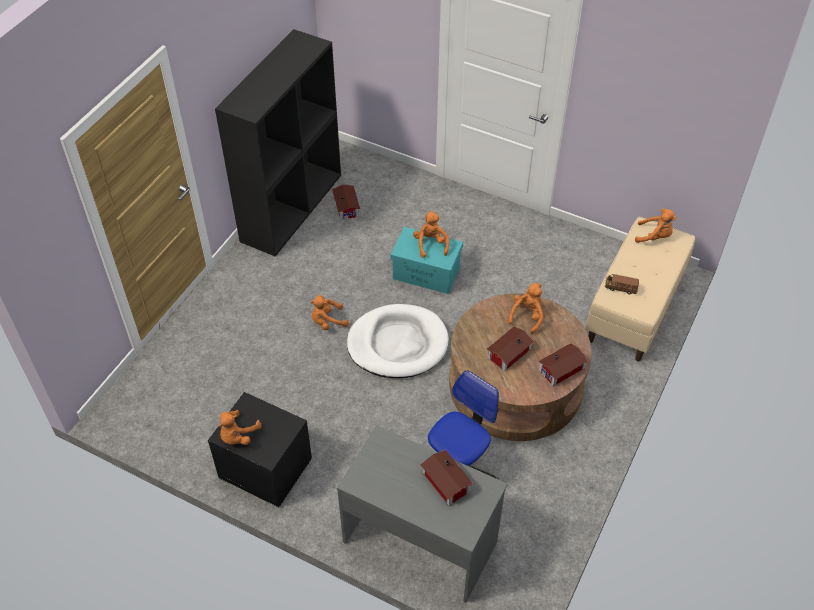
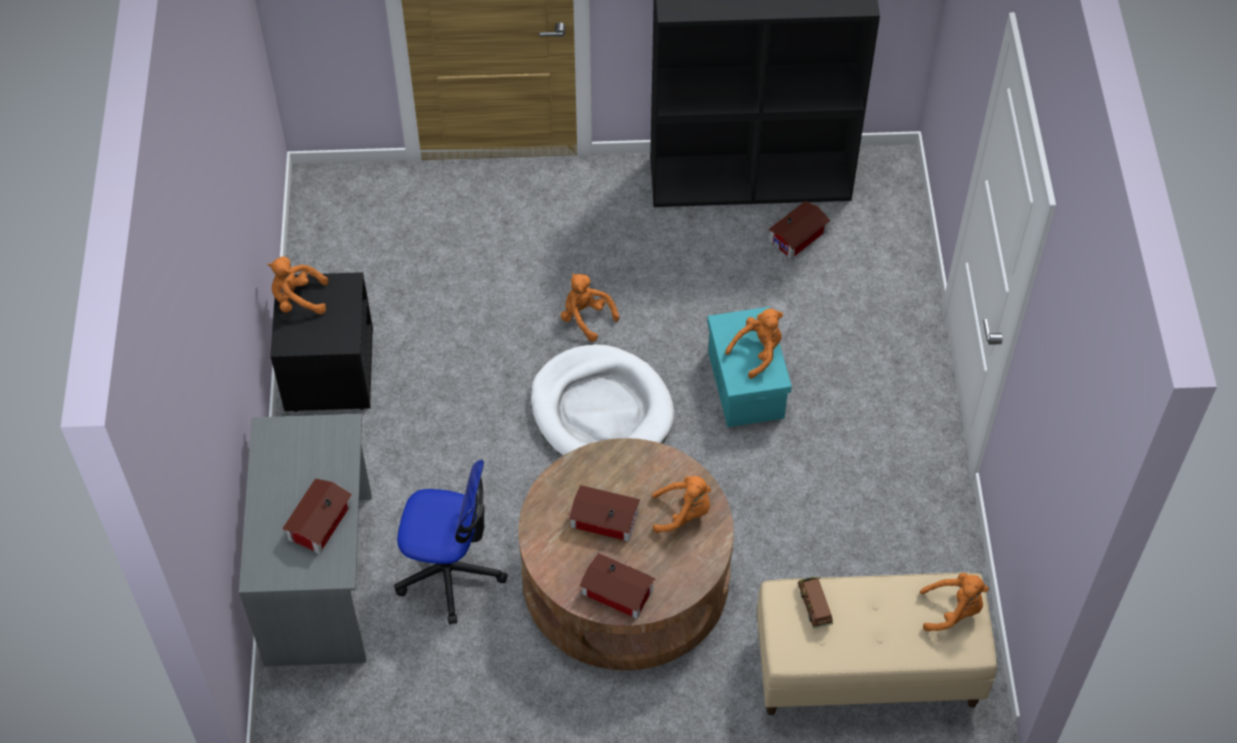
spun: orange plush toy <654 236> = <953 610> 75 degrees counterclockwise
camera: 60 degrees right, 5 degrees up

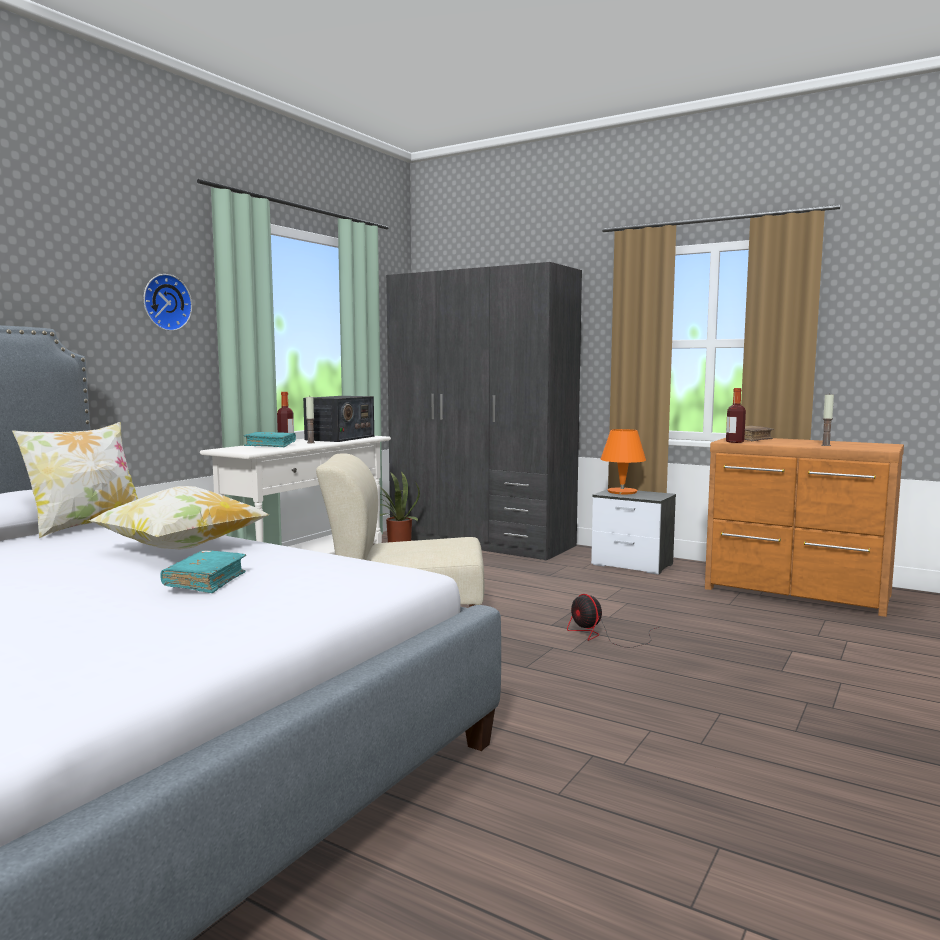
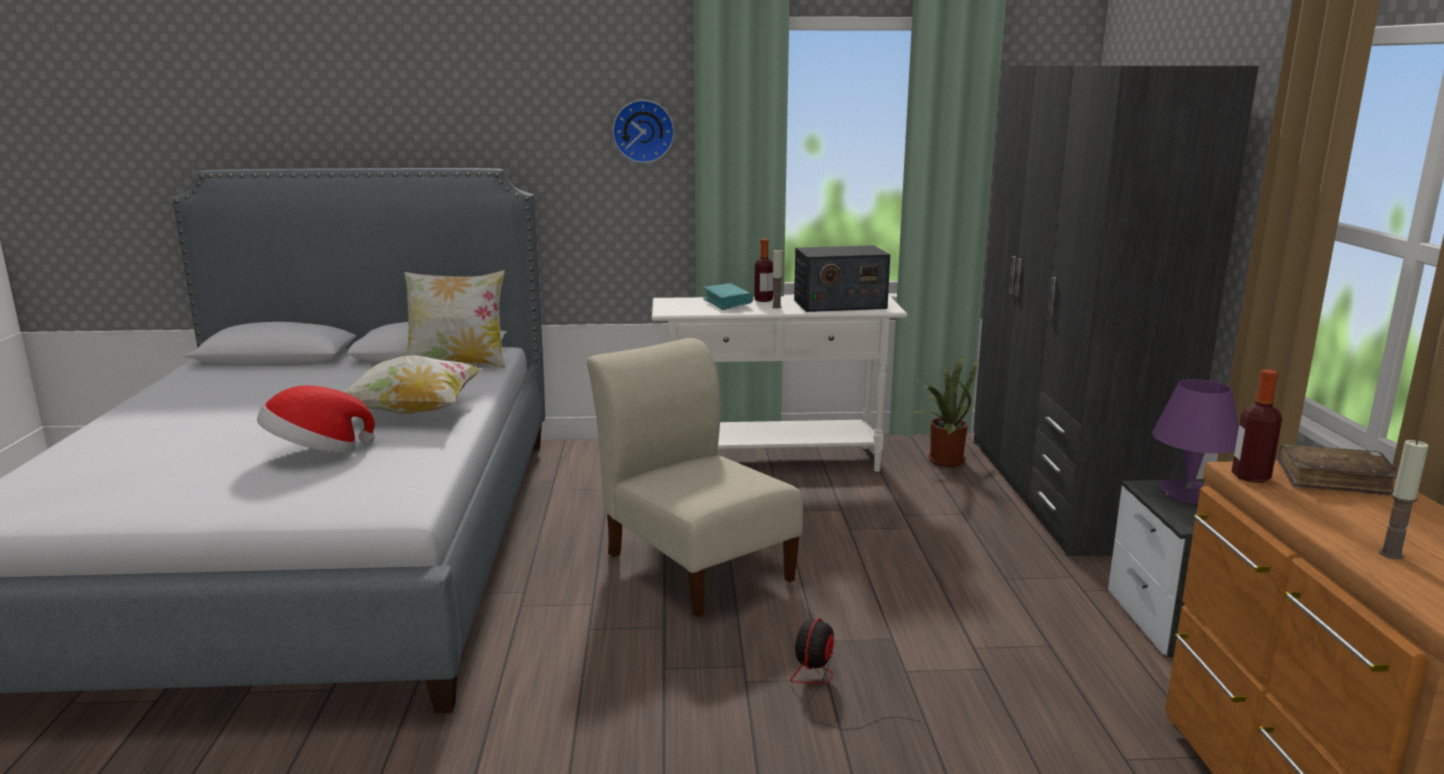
exchanged: turquoise-coloured volume <205 581> to hat <316 453>
colour: orange lamp for a table <622 492> to purple-coloured lamp for a table <1187 493>
camera: 55 degrees right, 10 degrees up

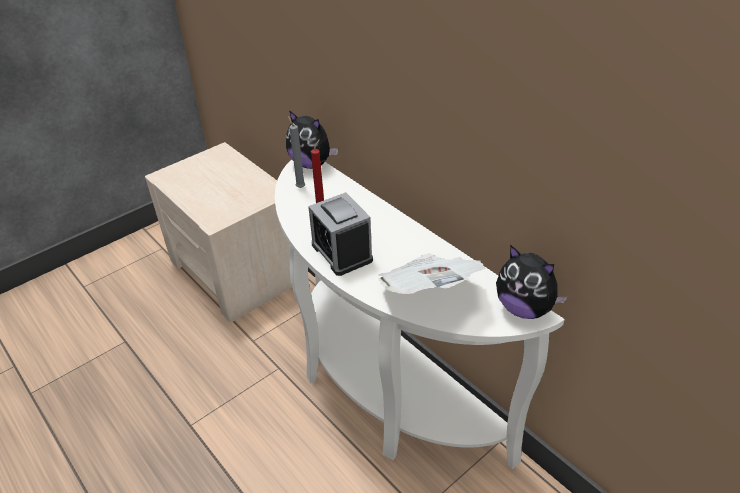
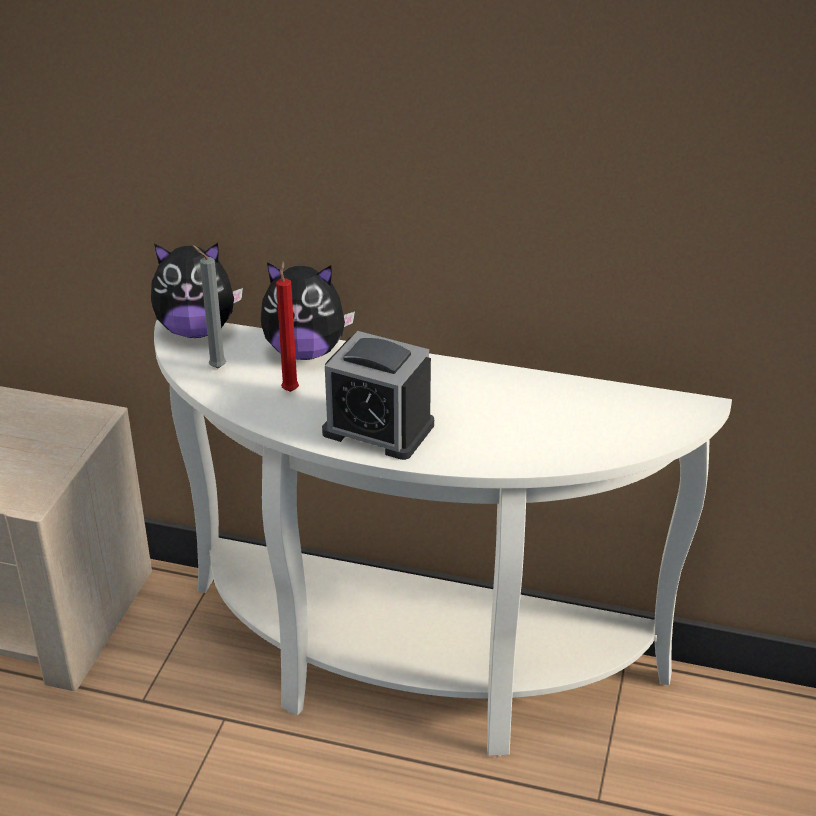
missing: printed paper <428 292>
relocated: plush toy <524 308> to <305 352>
camera: 35 degrees left, 5 degrees down

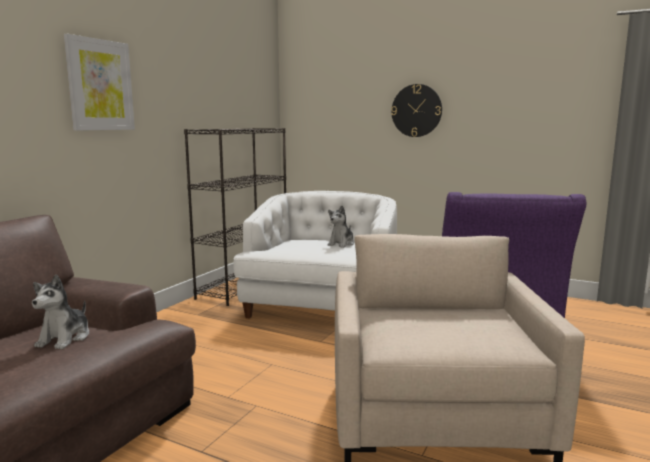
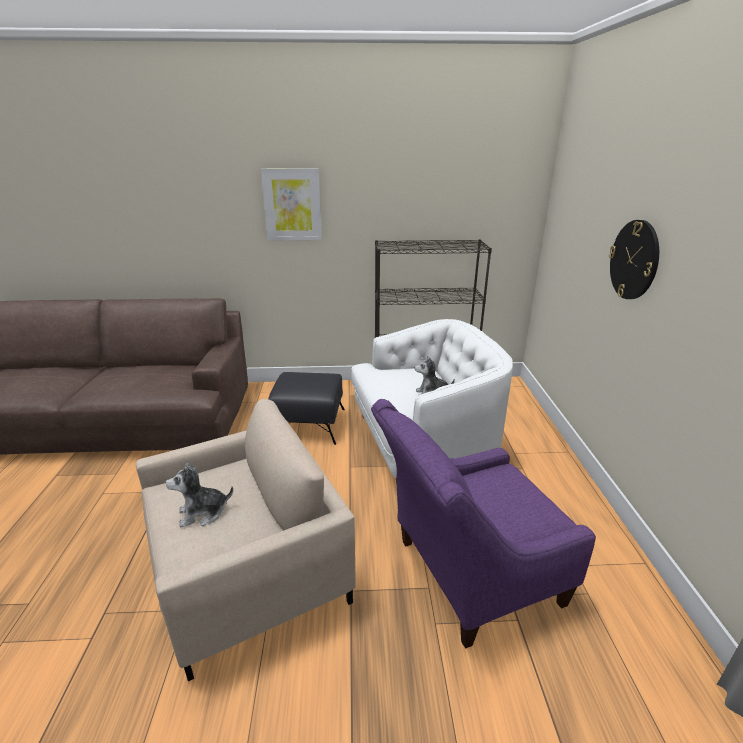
appeared: black ottoman <309 424>
relocated: plush toy <65 338> to <203 513>
camera: 60 degrees right, 15 degrees up

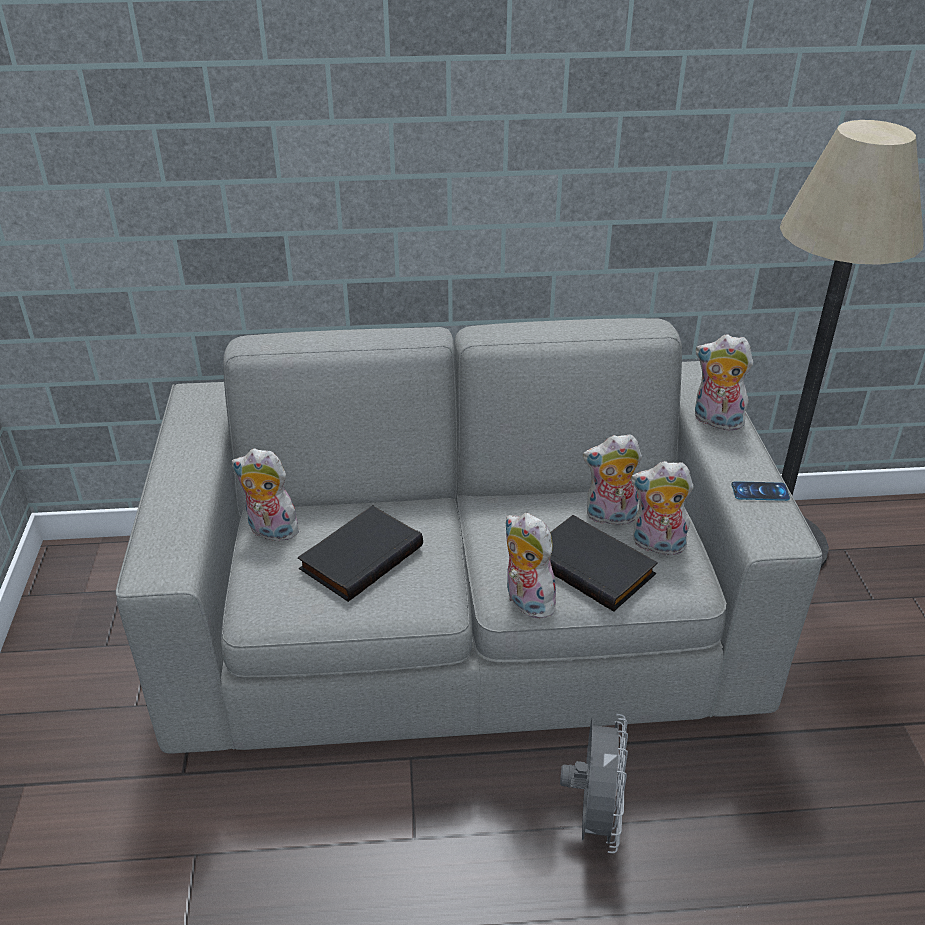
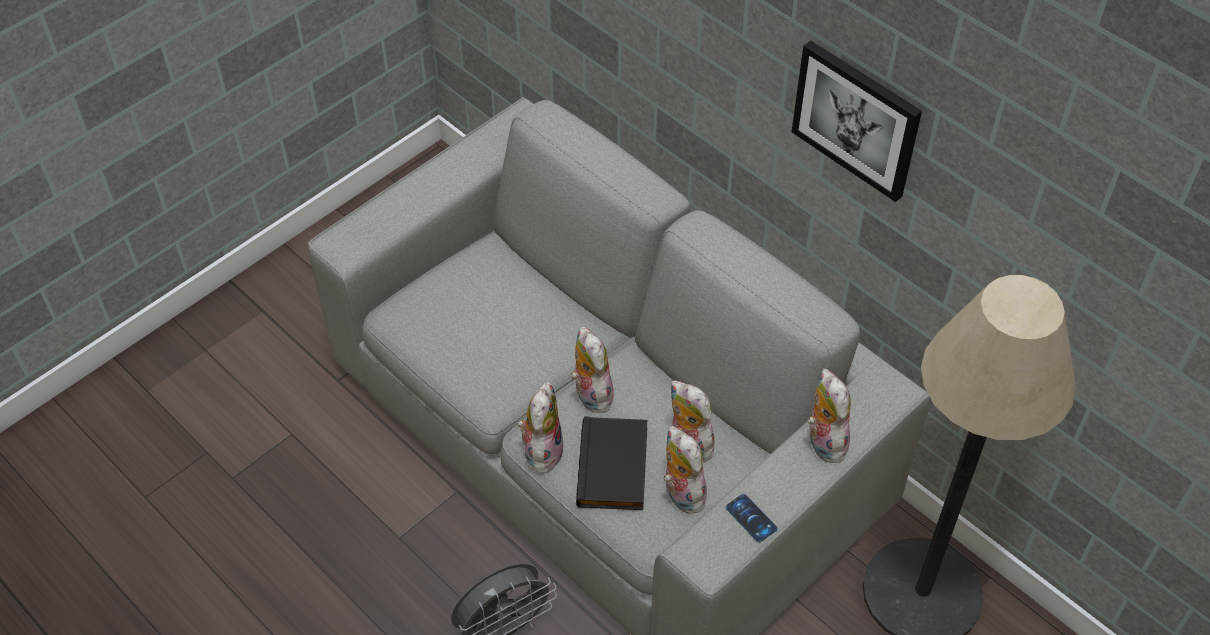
missing: black volume <360 556>
appeared: wall art <857 119>
relocated: plush toy <270 532> to <590 394>
camera: 50 degrees right, 15 degrees up

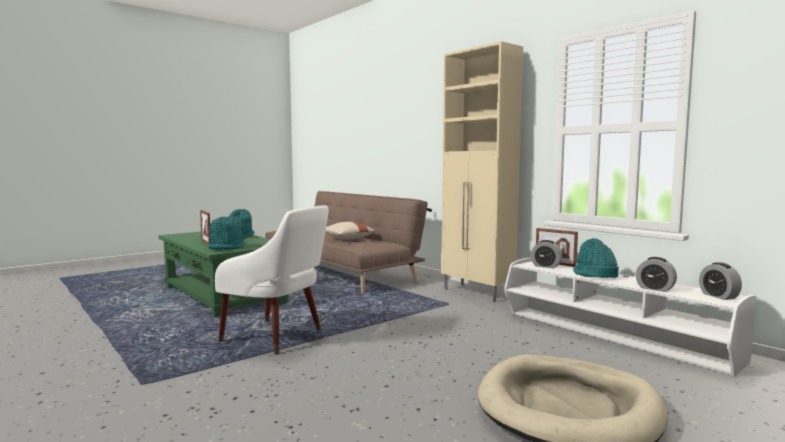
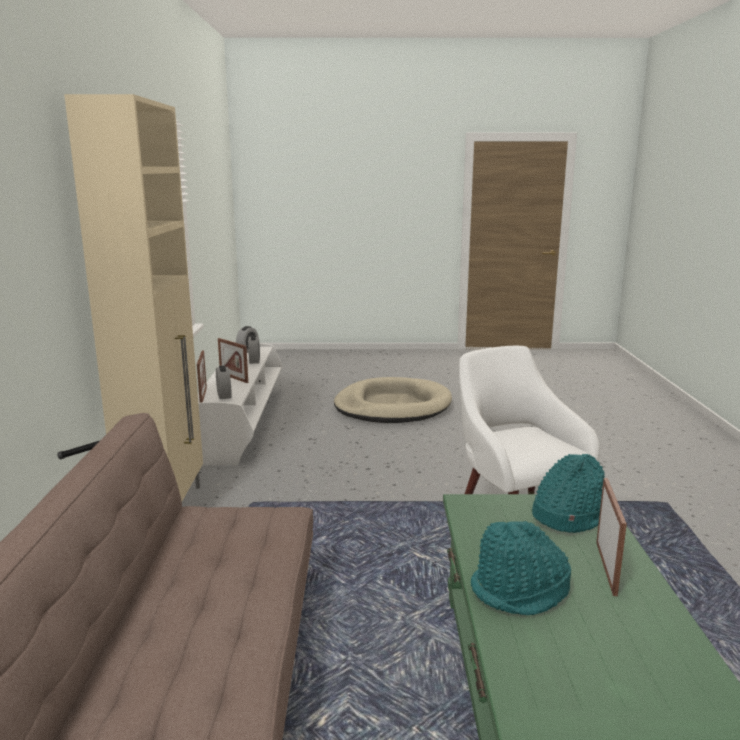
missing: beige-coloured cushion <346 239>
exchanged: turquoise-coloured hat <594 275> to standing frame <233 378>
camera: 140 degrees left, 10 degrees up

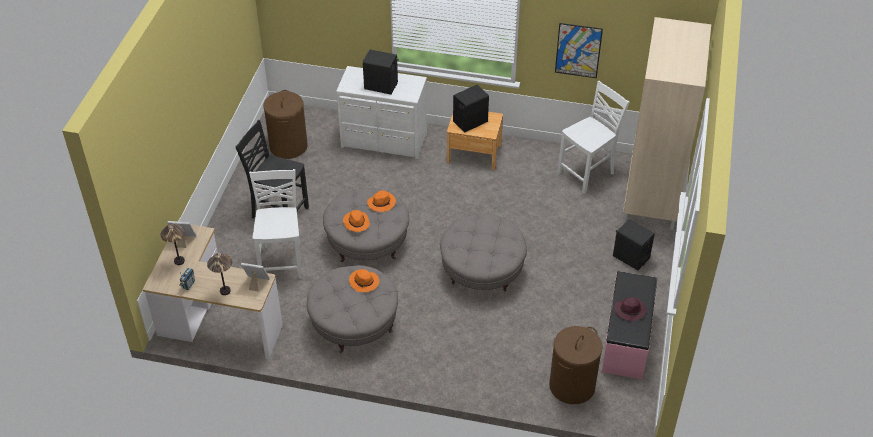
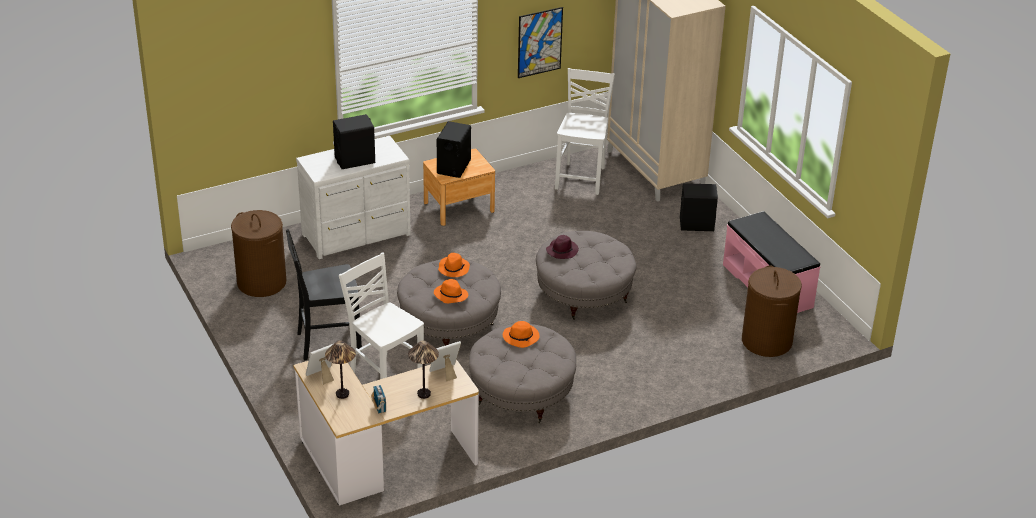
relocated: purple-coloured hat <630 310> to <562 250>
camera: 40 degrees left, 10 degrees down

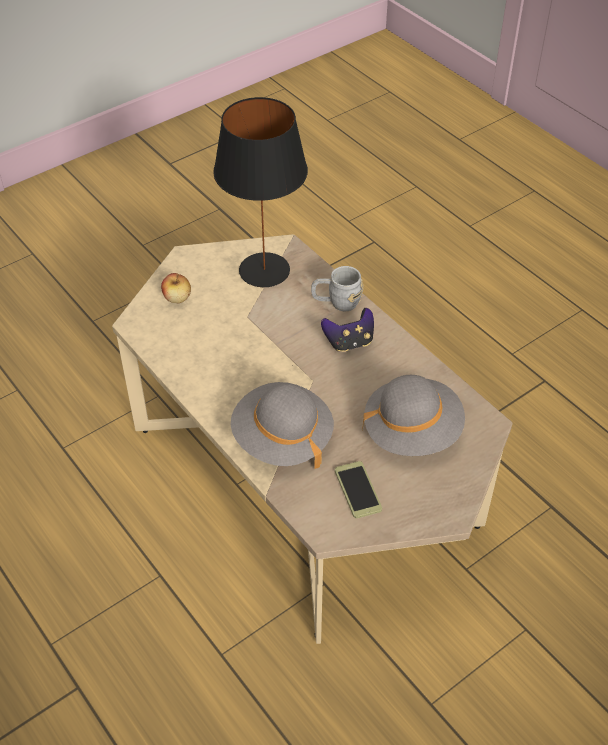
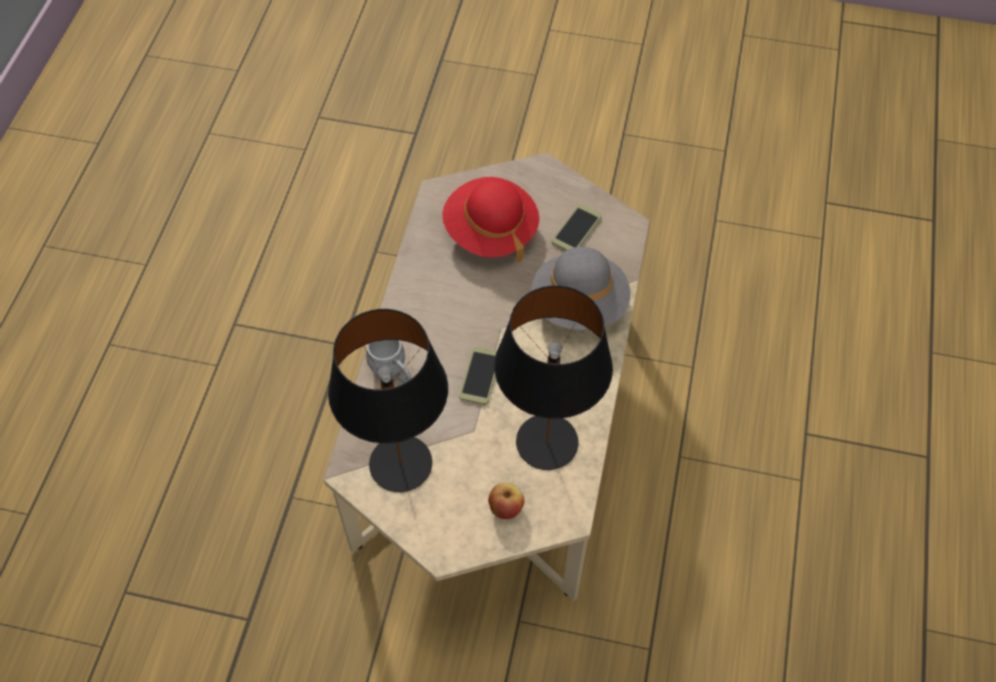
missing: gamepad <349 342>
appeared: handset <480 376>; black lamp for a table <548 442>
colour: greyish hat <412 431> to red-coloured hat <490 231>
camera: 130 degrees left, 10 degrees up

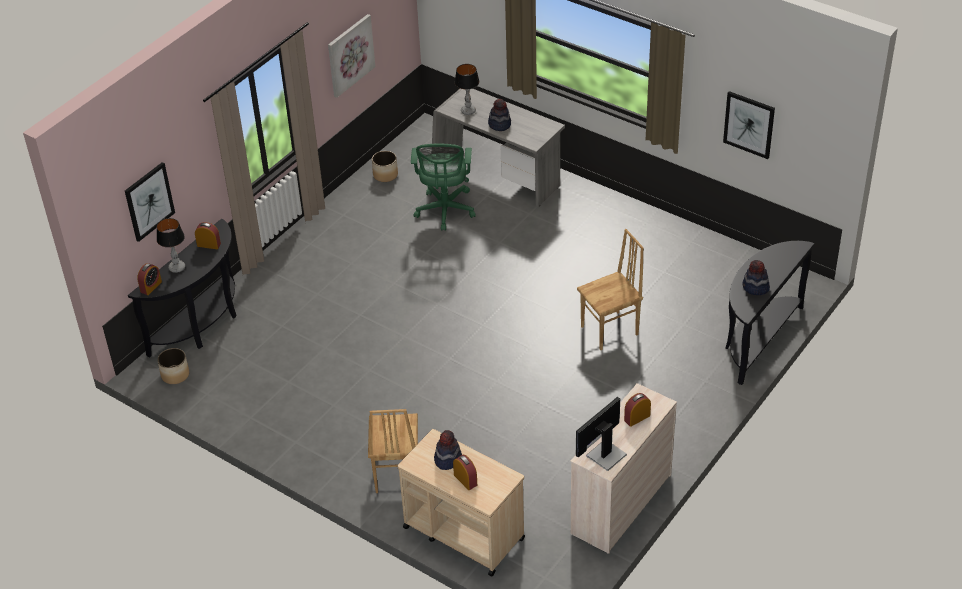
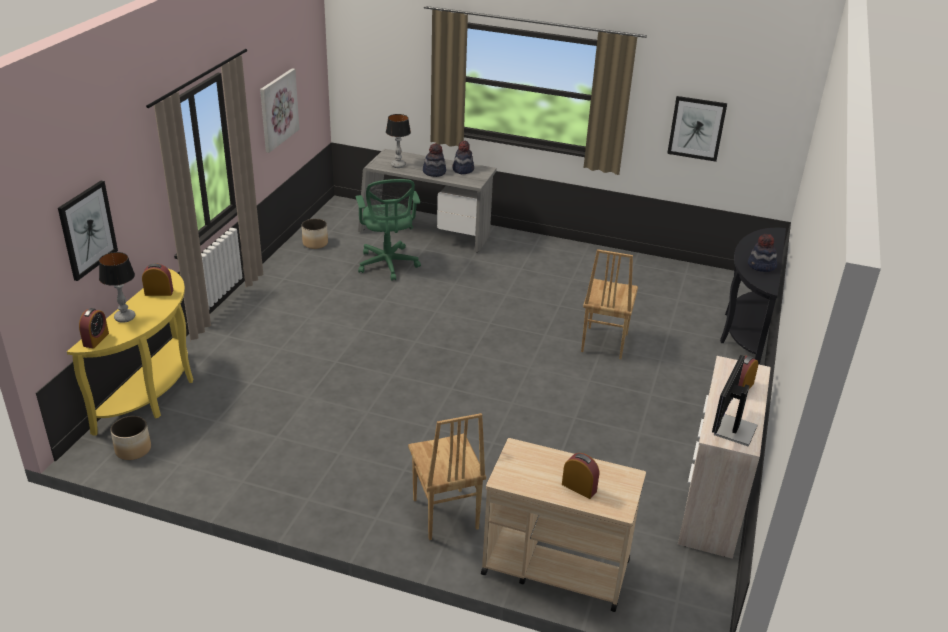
relocated: hat <447 459> to <463 169>
colour: black hall table <202 325> to yellowish hall table <155 394>
spun: brownish upright chair <610 331> = <603 343> 150 degrees clockwise
camera: 20 degrees left, 10 degrees down

